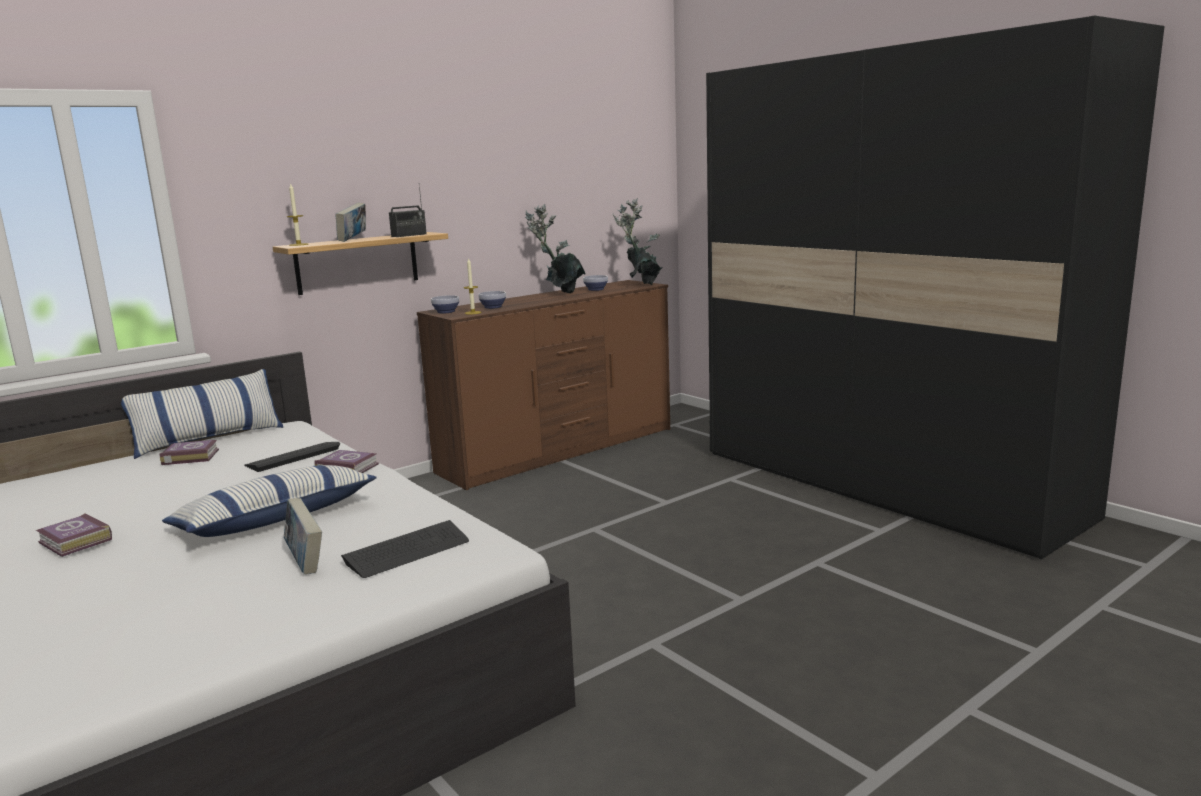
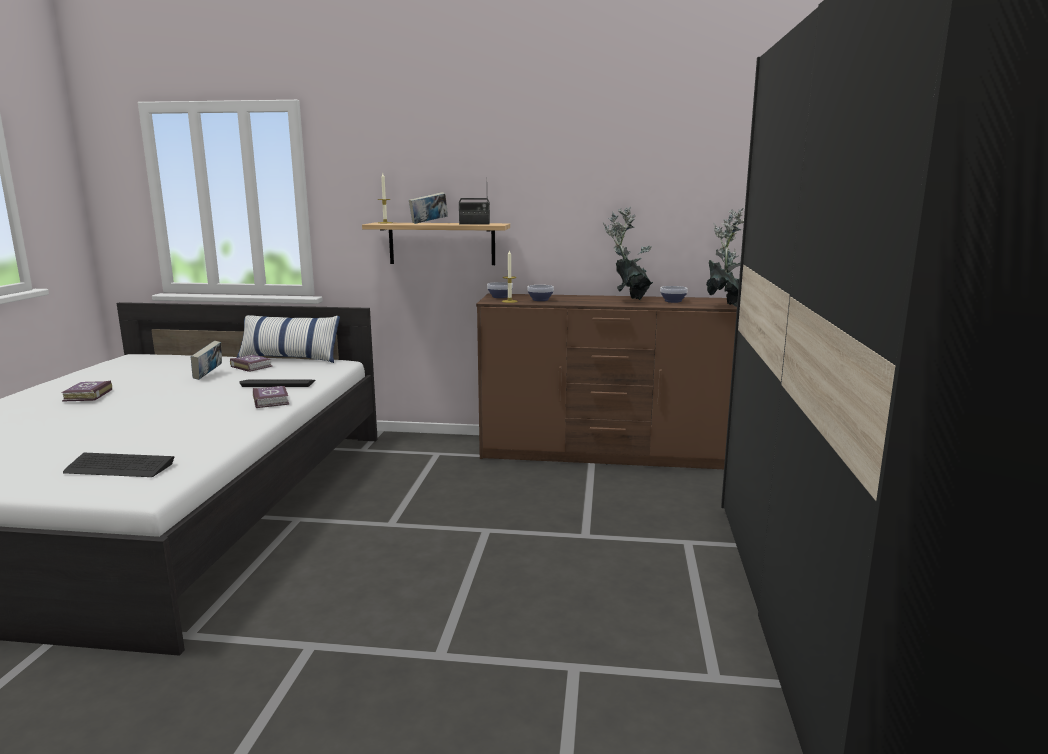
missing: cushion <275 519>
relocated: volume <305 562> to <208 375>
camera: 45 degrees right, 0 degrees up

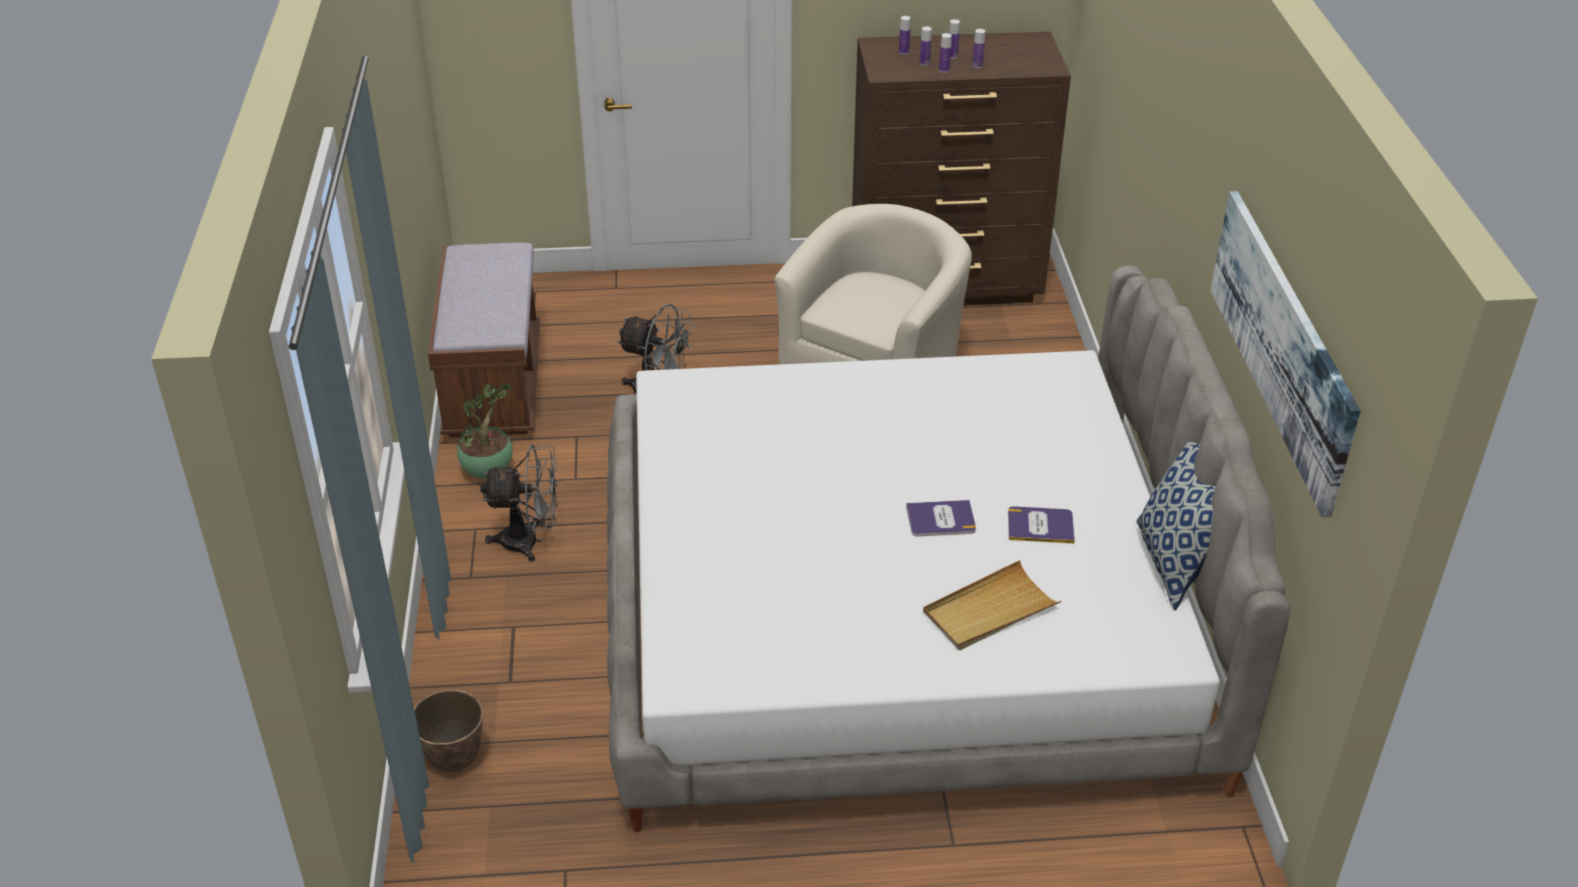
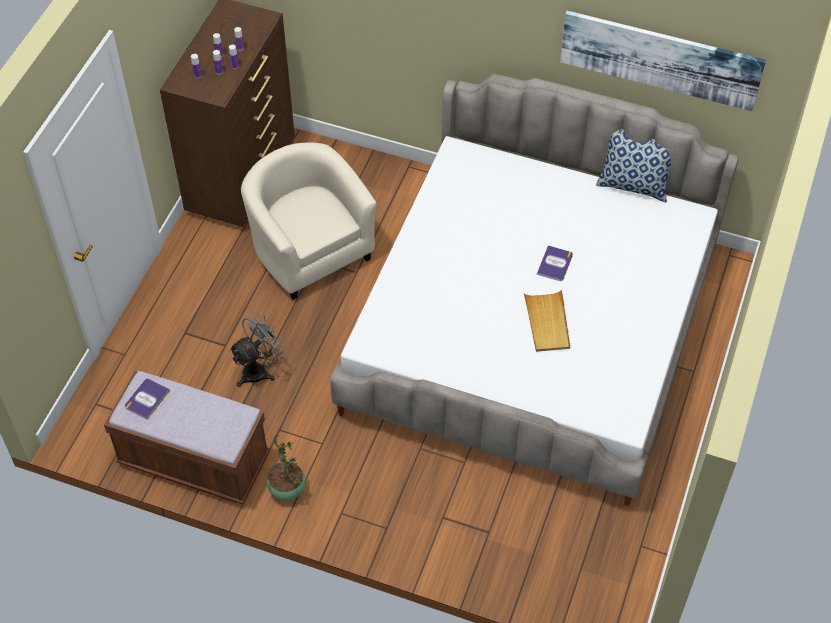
missing: planter <454 760>; greyish electric fan <530 541>
relocated: beige-coloured tray <989 610> to <547 323>; volume <1040 526> to <147 399>
camera: 65 degrees left, 15 degrees up

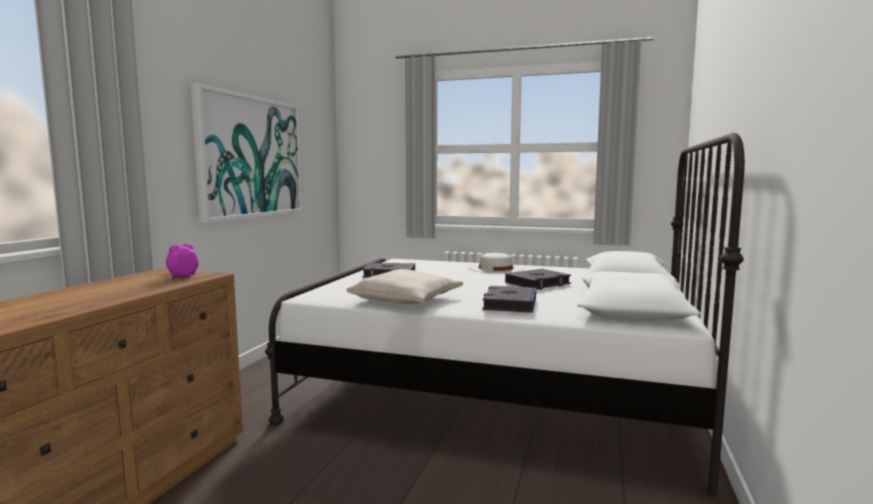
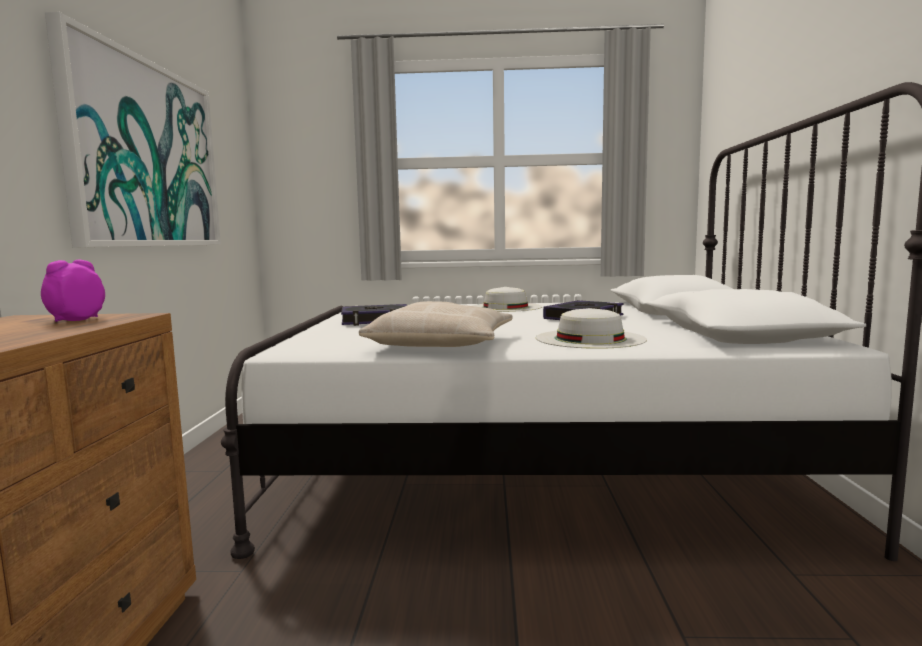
exchanged: volume <510 304> to white-coloured hat <590 339>
camera: 15 degrees left, 0 degrees up

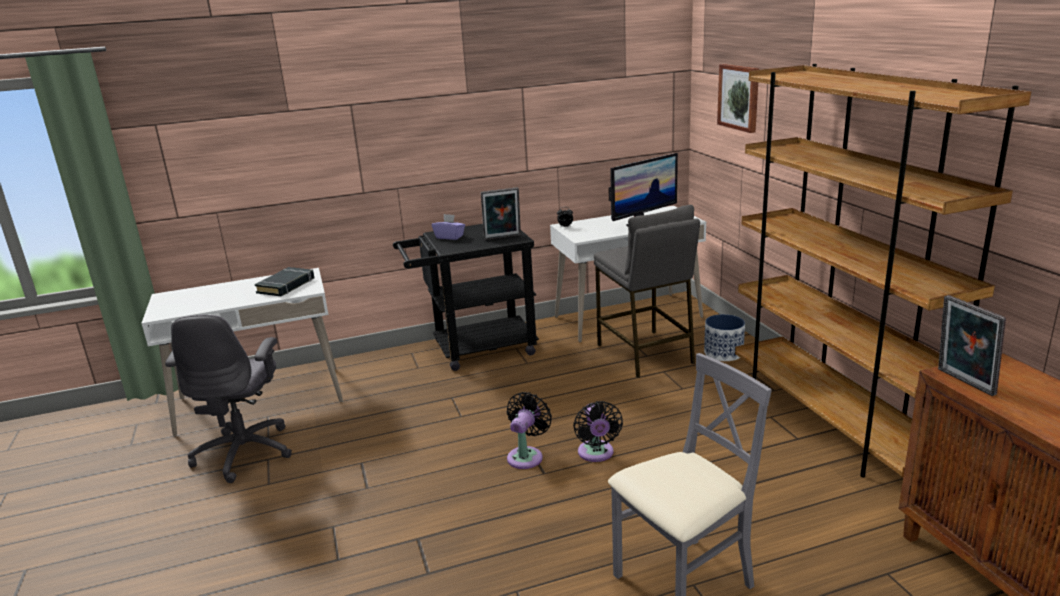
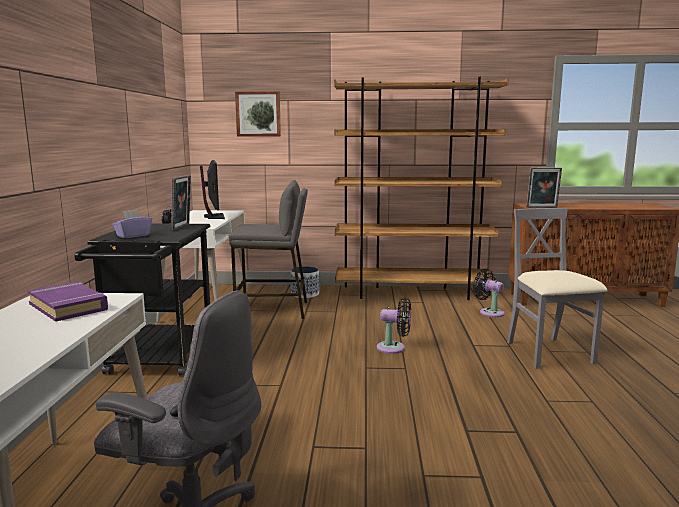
relocated: black electric fan <526 456> to <489 312>
colour: black volume <286 286> to purple-coloured volume <68 307>
camera: 70 degrees left, 10 degrees down

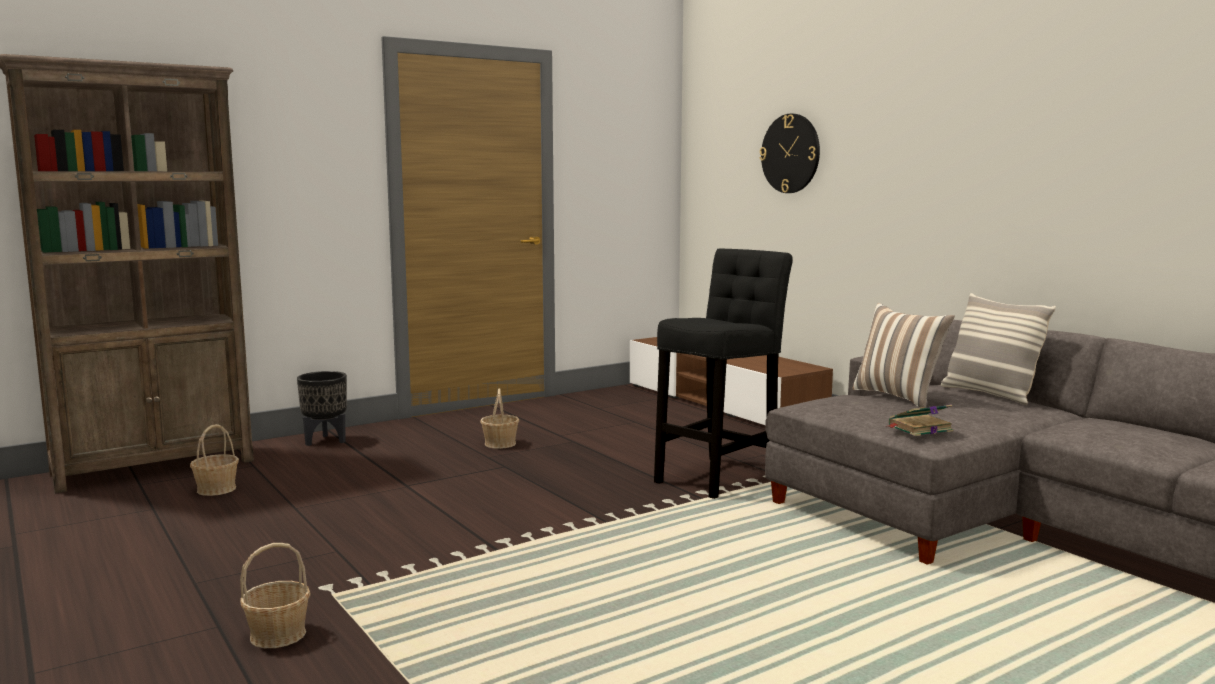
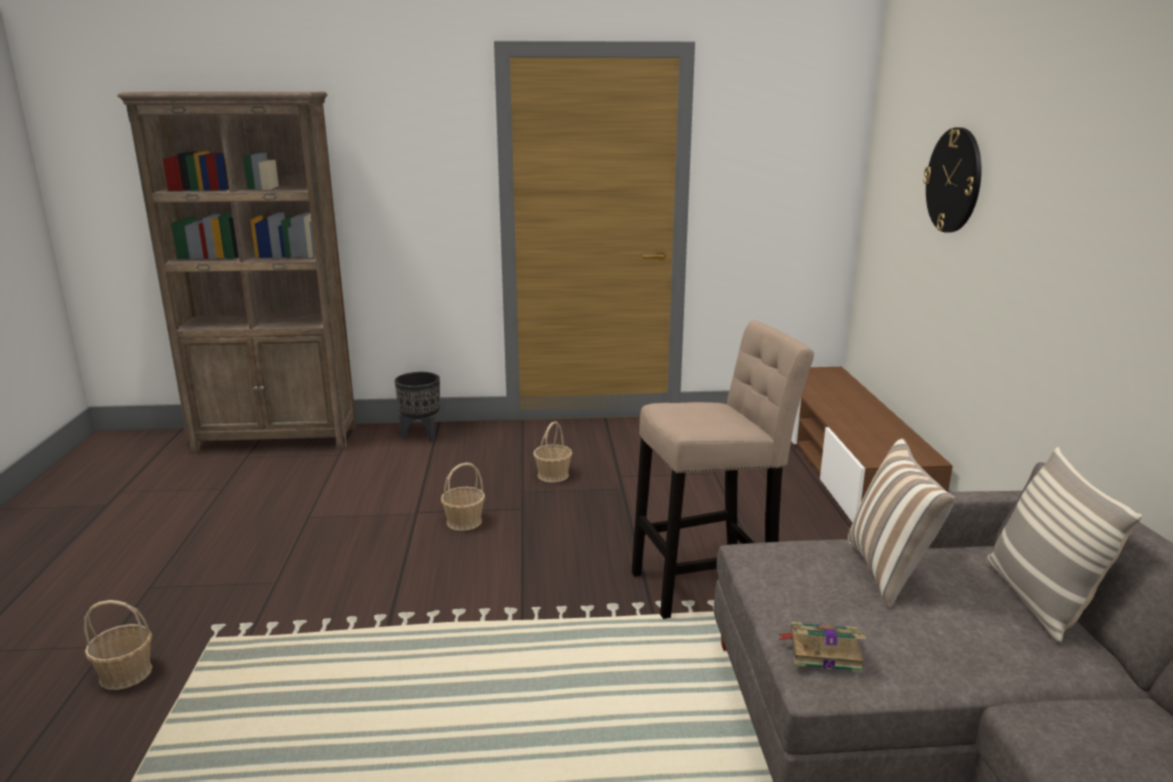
relocated: storage basket <216 489> to <463 522>
colour: black sitting stool <720 476> to beige-coloured sitting stool <710 583>
camera: 30 degrees right, 10 degrees up

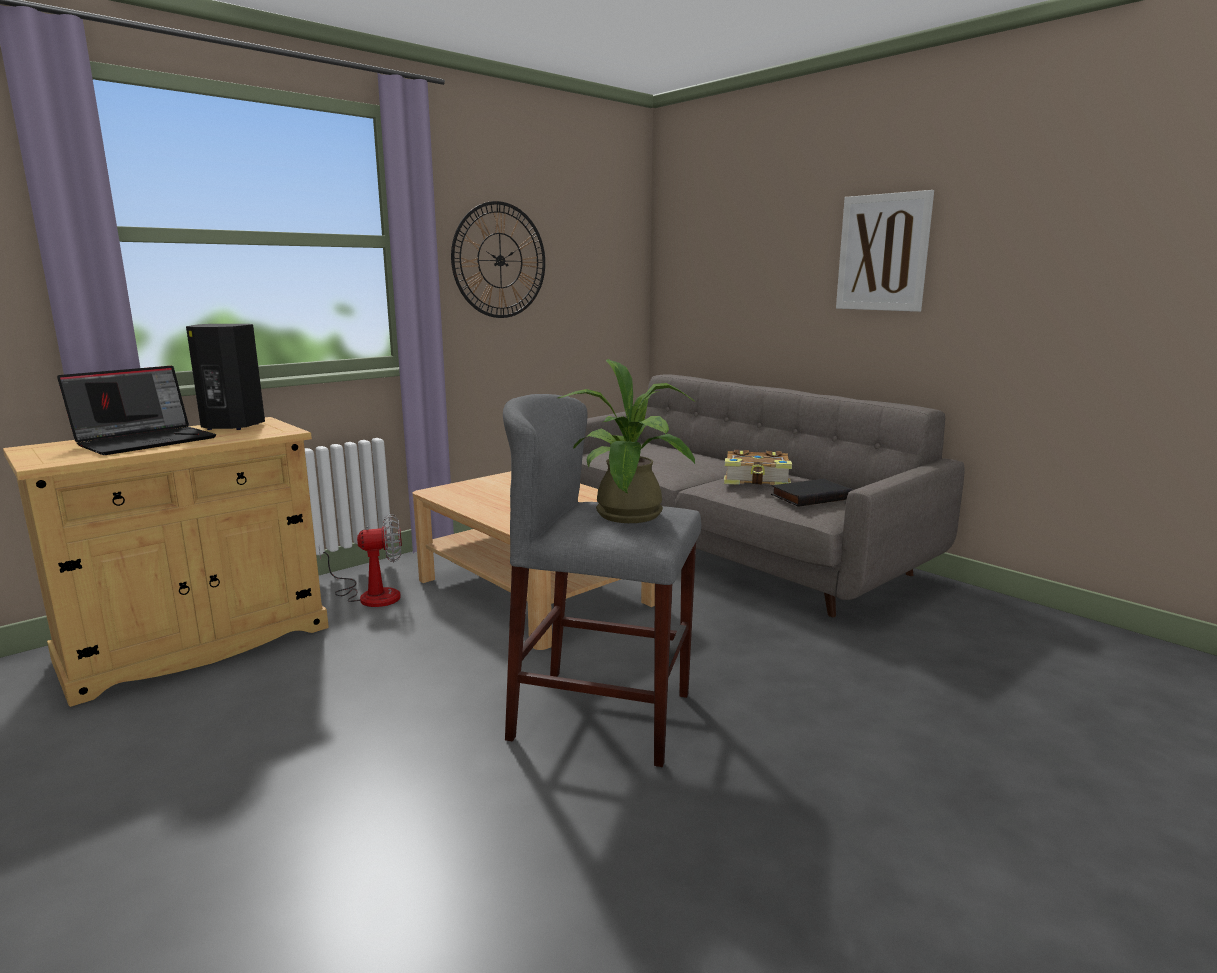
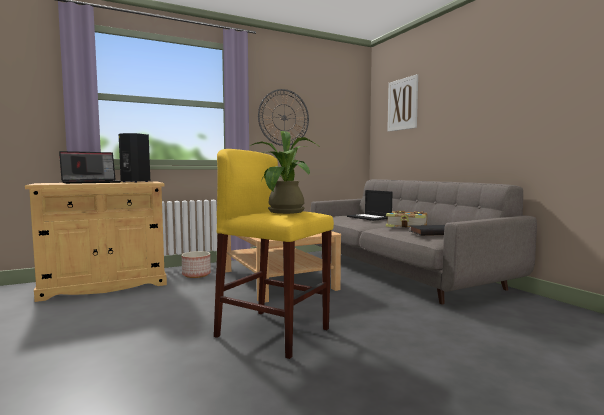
appeared: laptop <369 217>
relocated: wall art <883 253> to <402 104>
exchanged: electric fan <370 595> to planter <196 275>
colour: greyish sitting stool <602 716> to yellowish sitting stool <273 333>
camera: 15 degrees right, 10 degrees down

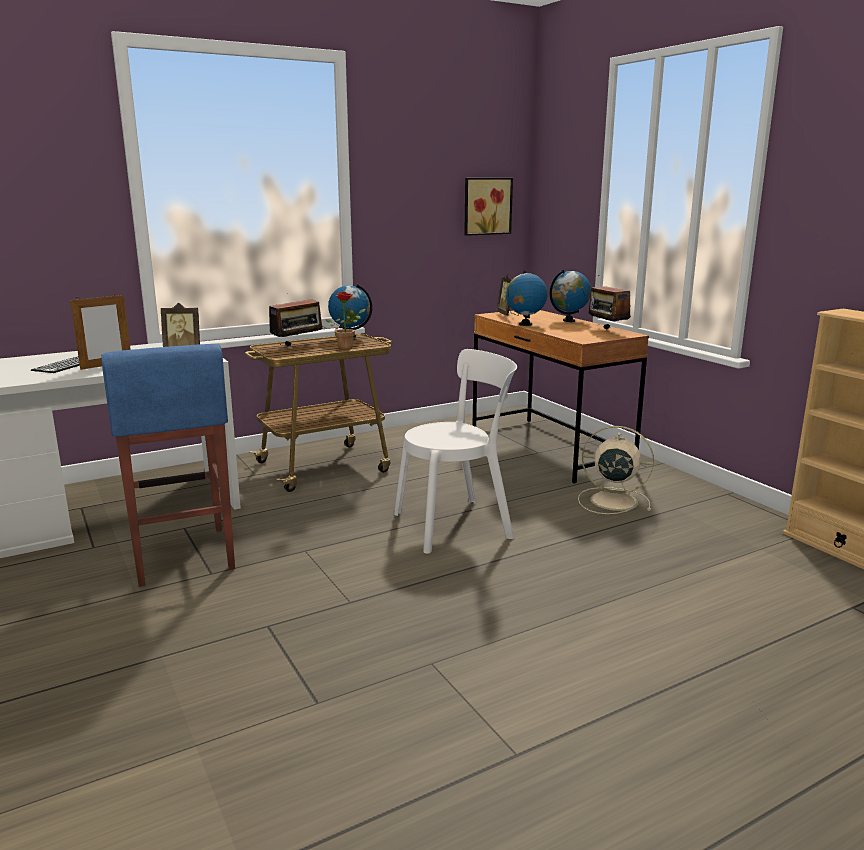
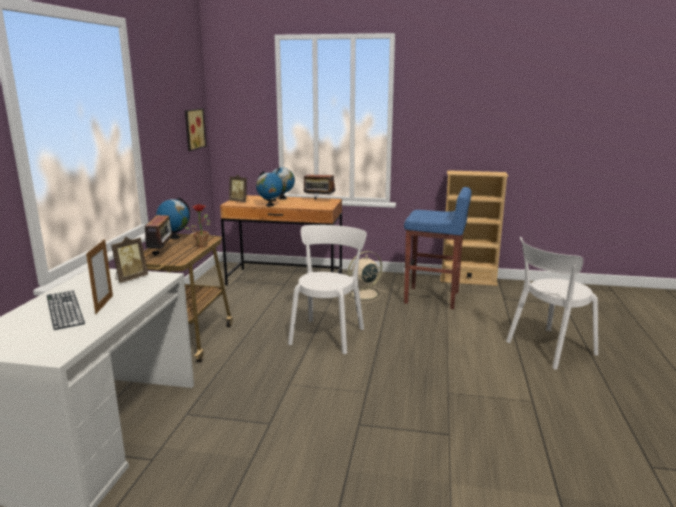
appeared: white-coloured upright chair <548 349>
relocated: bluish sitting stool <181 556> to <432 298>
camera: 50 degrees left, 0 degrees up

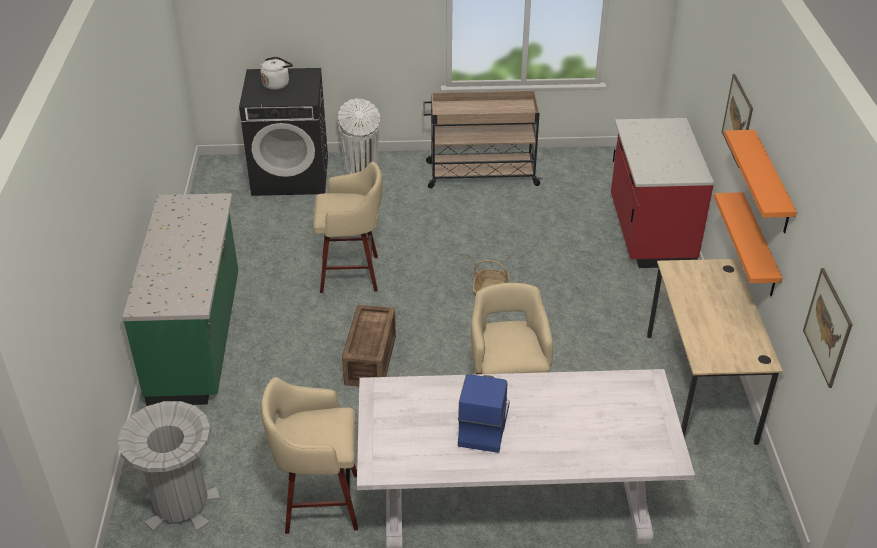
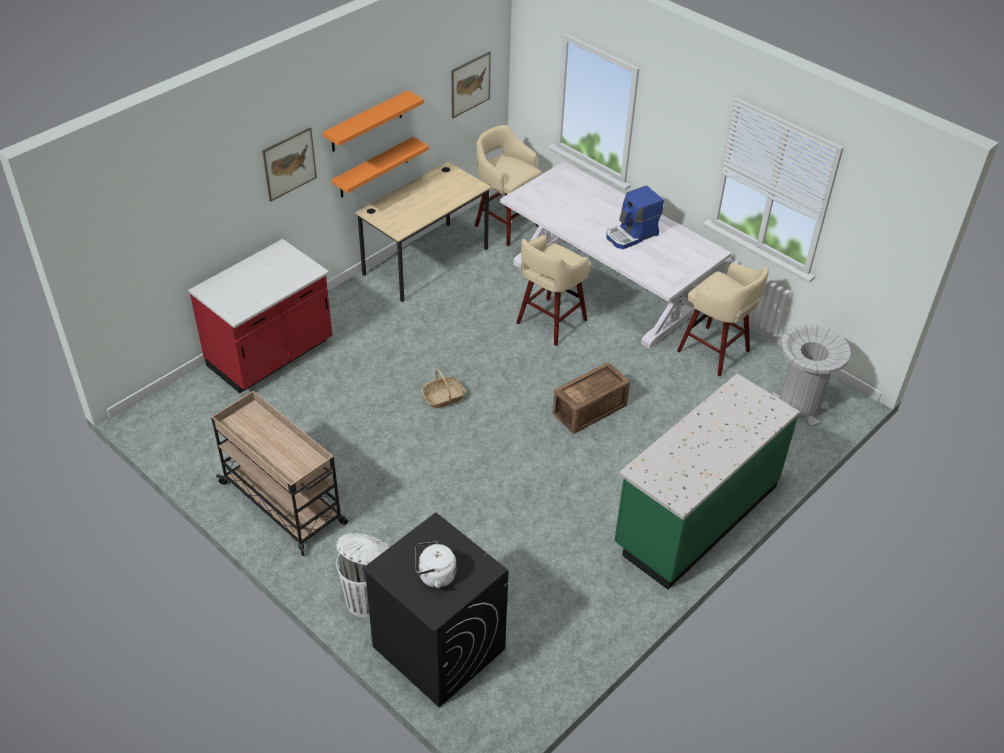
relocated: beige-coloured sitting stool <352 274> to <505 225>
camera: 135 degrees left, 5 degrees up

